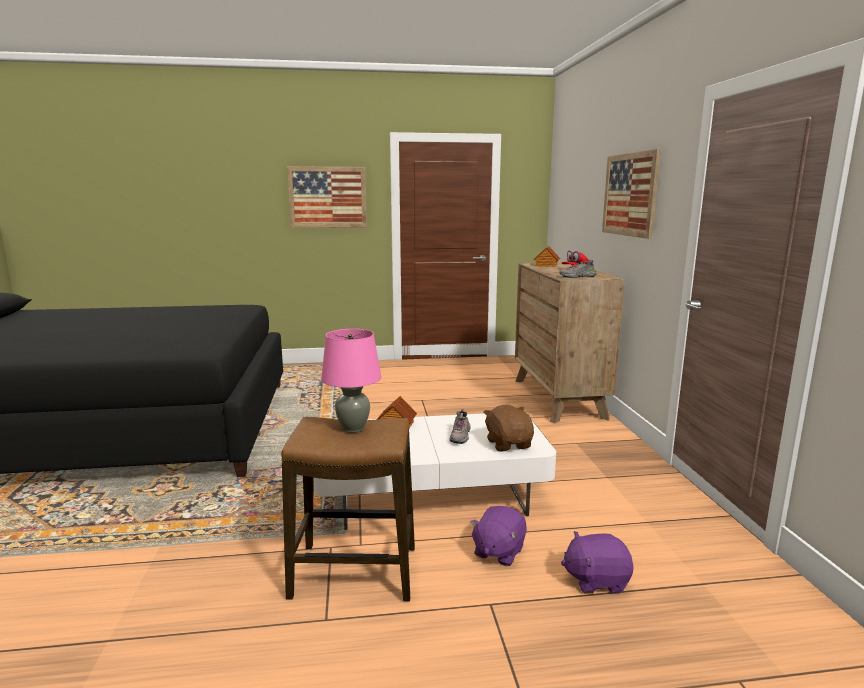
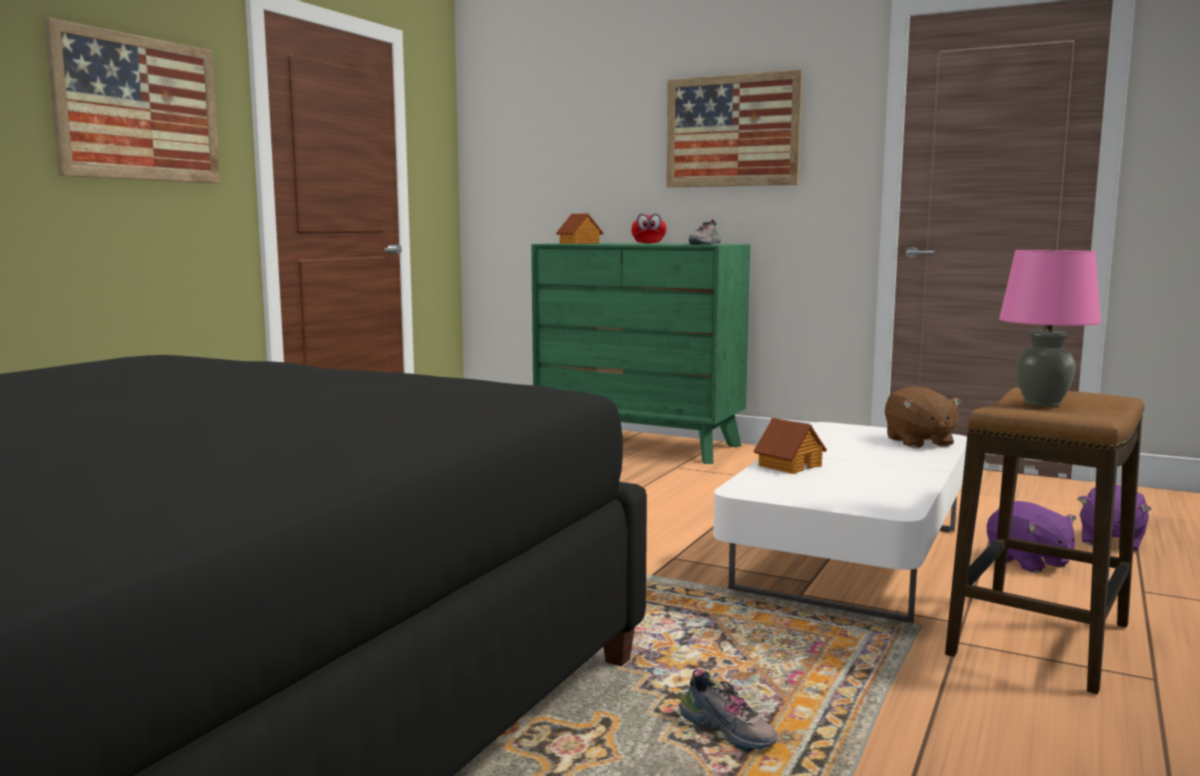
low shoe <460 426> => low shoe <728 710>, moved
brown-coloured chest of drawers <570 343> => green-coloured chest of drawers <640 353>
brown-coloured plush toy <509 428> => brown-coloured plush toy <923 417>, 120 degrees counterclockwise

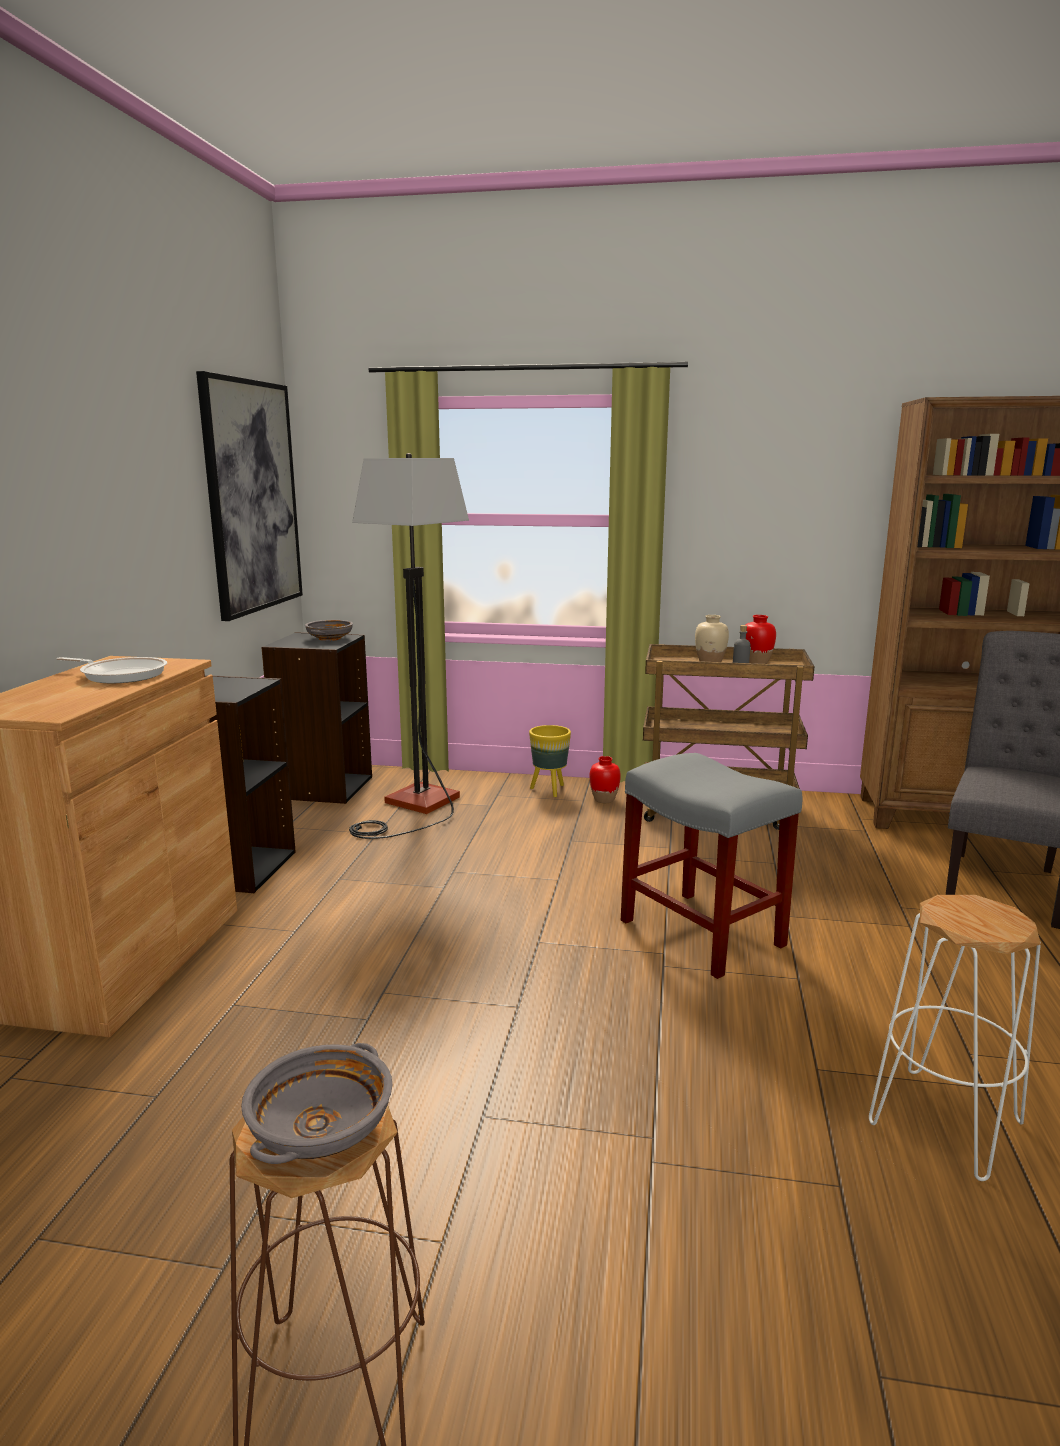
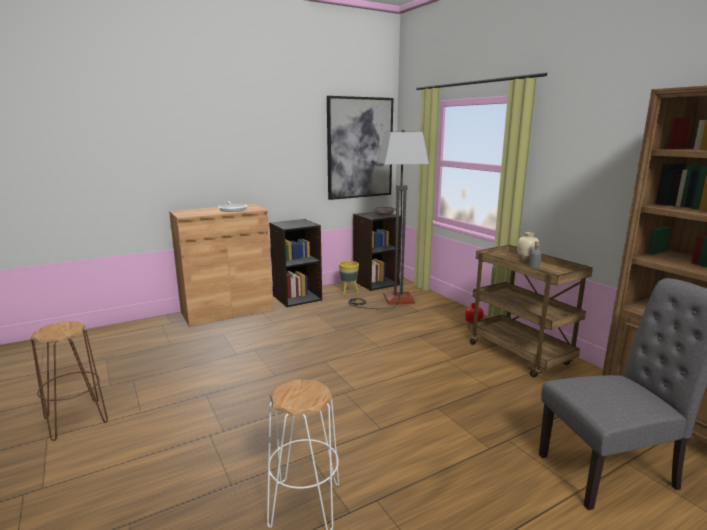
grey bowl <316 1103> => nothing
grey stool <711 866> => nothing
red flower vase <761 639> => nothing
yellow flower pot <550 761> => yellow flower pot <349 278>, moved

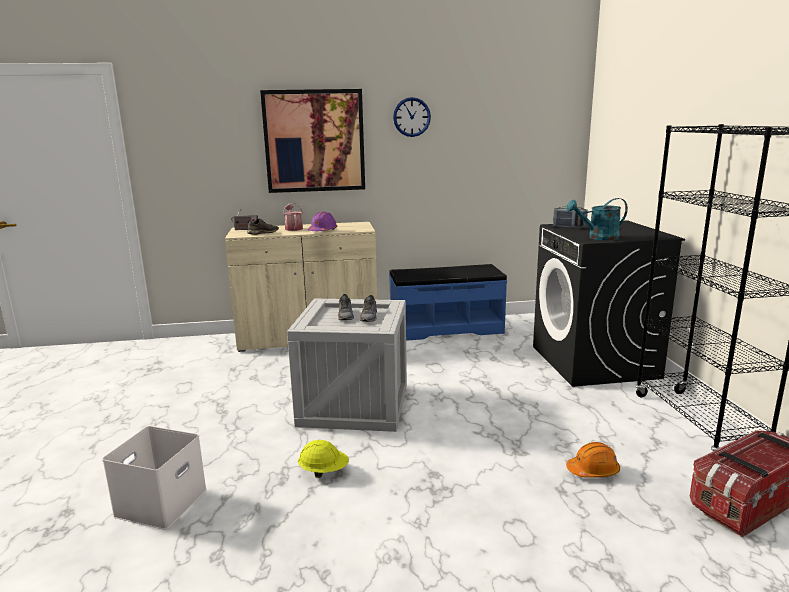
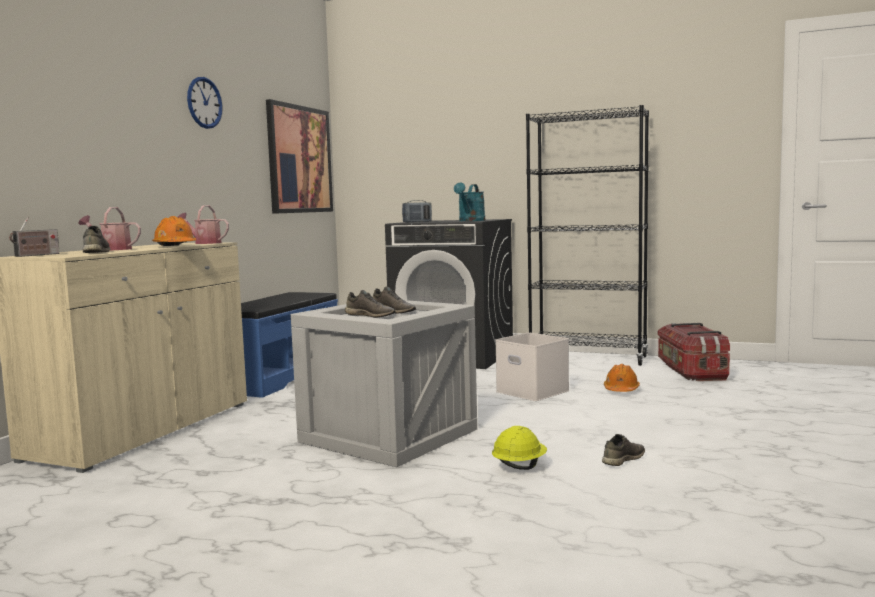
nothing => watering pot <203 224>
nothing => grey low shoe <623 450>
white storage container <154 478> => white storage container <532 367>, moved
picture <312 141> => picture <299 156>, moved
purple hard hat <323 221> => orange-coloured hard hat <174 231>

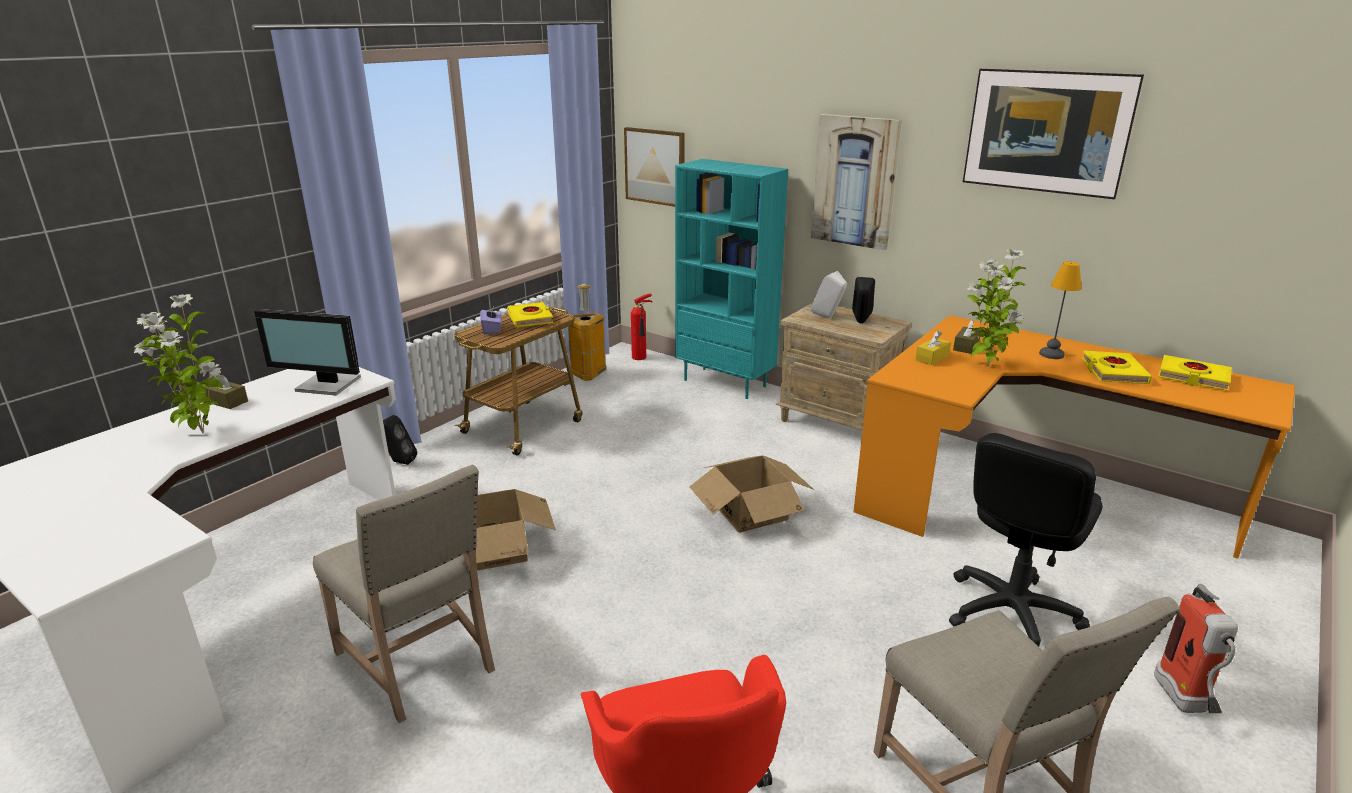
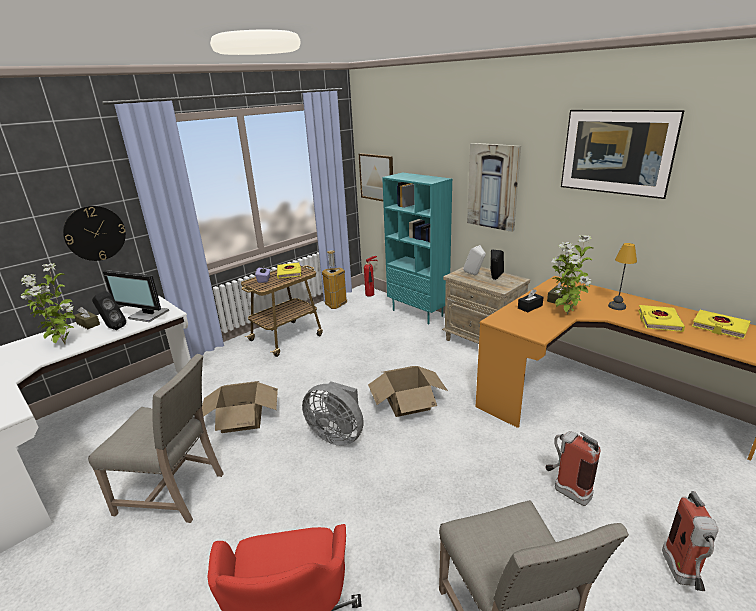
nothing => wall clock <94 233>
nothing => grey fan <333 414>
black-coloured audio speaker <400 440> => black-coloured audio speaker <109 310>, moved
black-coloured desk chair <1025 540> => fire extinguisher <572 468>
yellow box of tissues <933 348> => black-coloured box of tissues <530 300>
sand-coloured chair <404 594> => sand-coloured chair <156 438>, 45 degrees counterclockwise

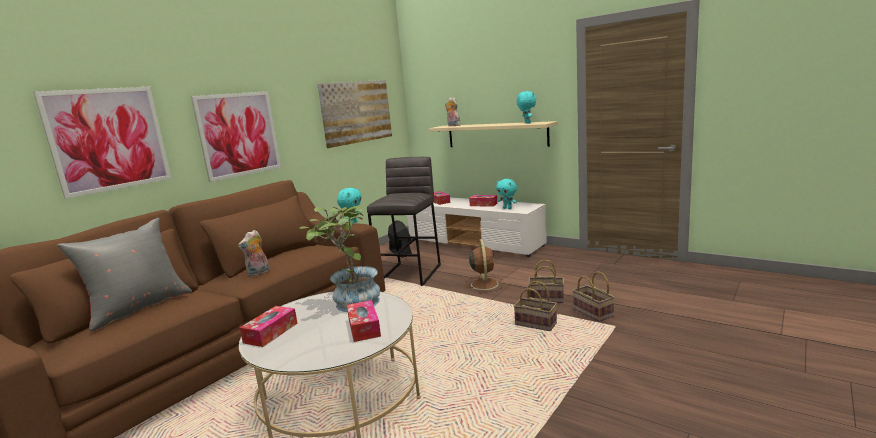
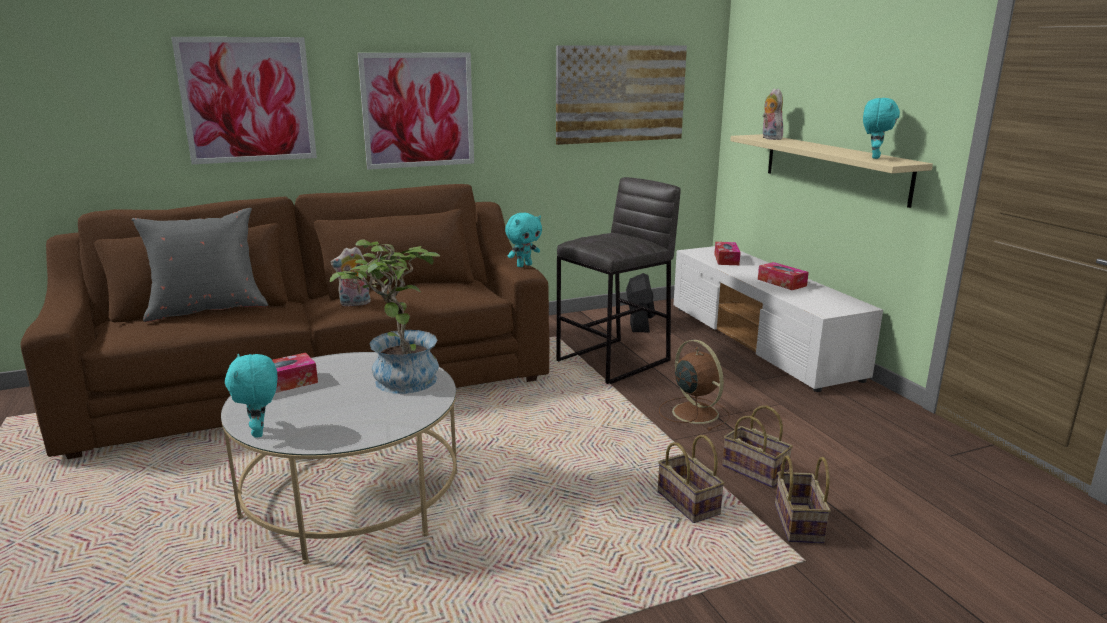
box of tissues <364 321> => nothing
turquoise-coloured plush toy <506 194> => turquoise-coloured plush toy <251 396>, moved
brown-coloured fan <484 266> => brown-coloured fan <694 385>, 60 degrees counterclockwise

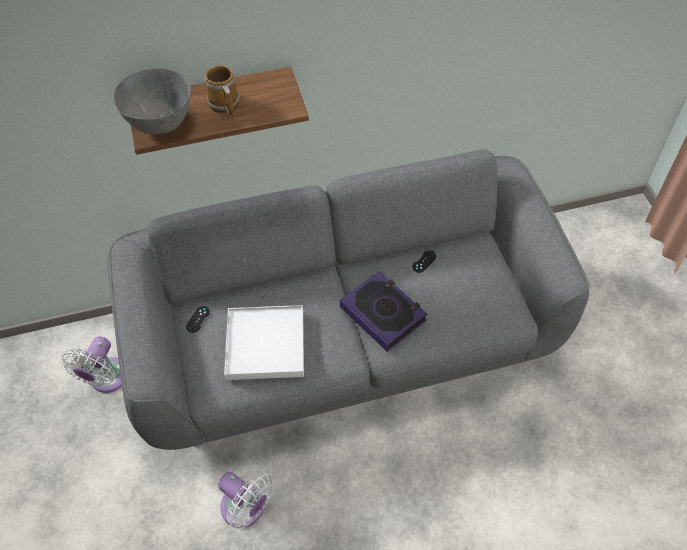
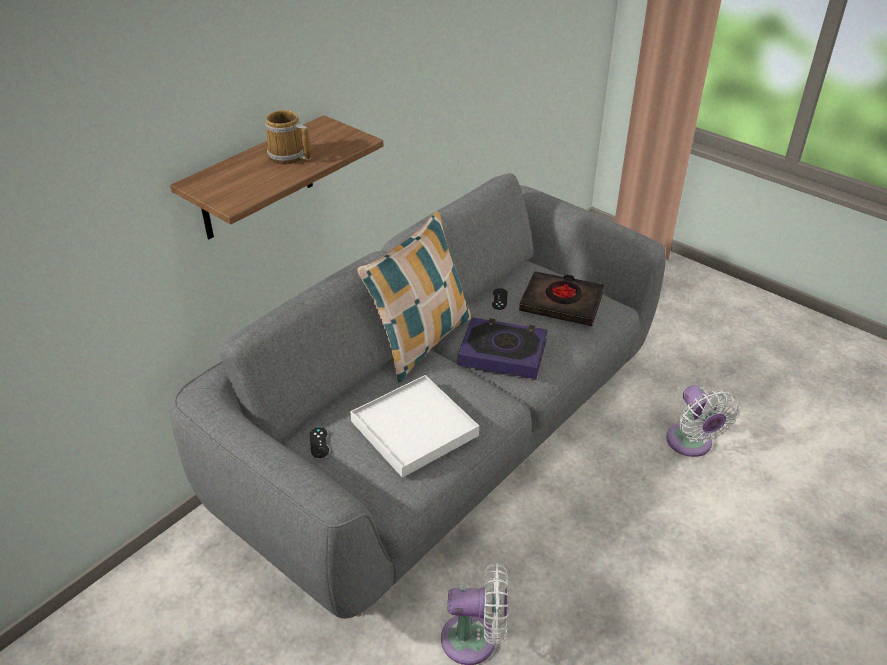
grey bowl <152 101> => nothing
nothing => cushion <414 296>
nothing => black-coloured book <562 298>
white fan <91 364> => white fan <703 421>, moved

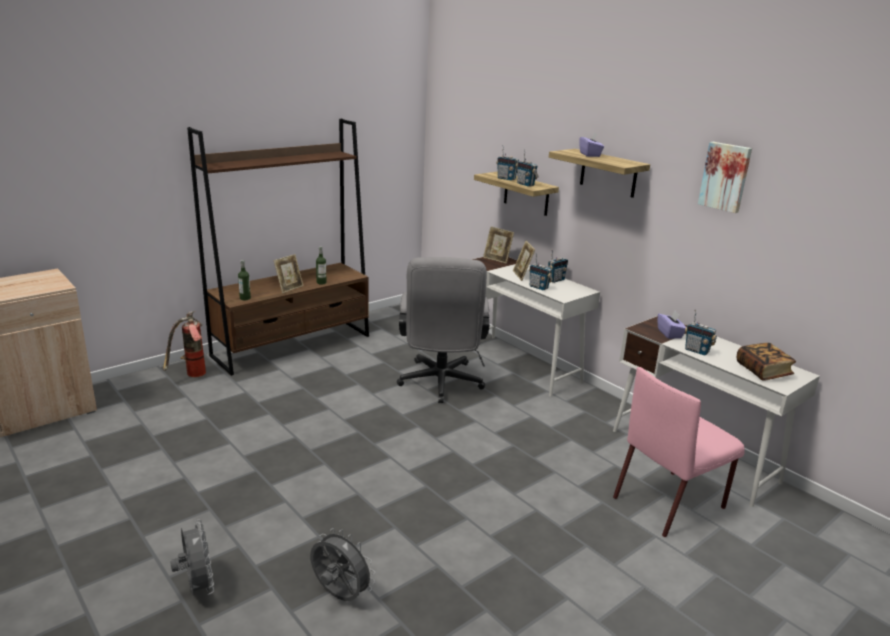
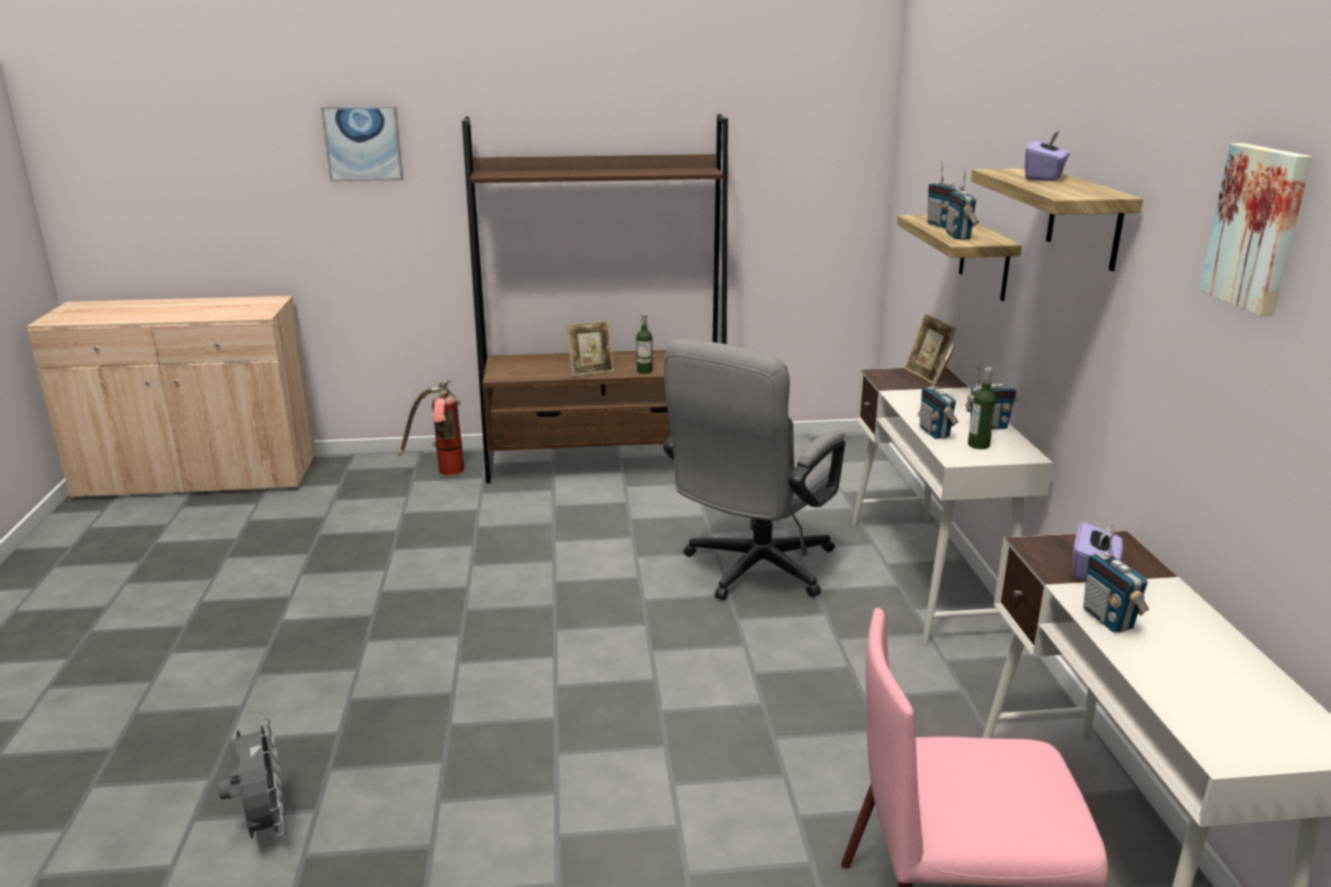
grey fan <192 557> => nothing
book <766 362> => nothing
nothing => picture <362 144>
drink bottle <244 280> => drink bottle <982 408>, moved

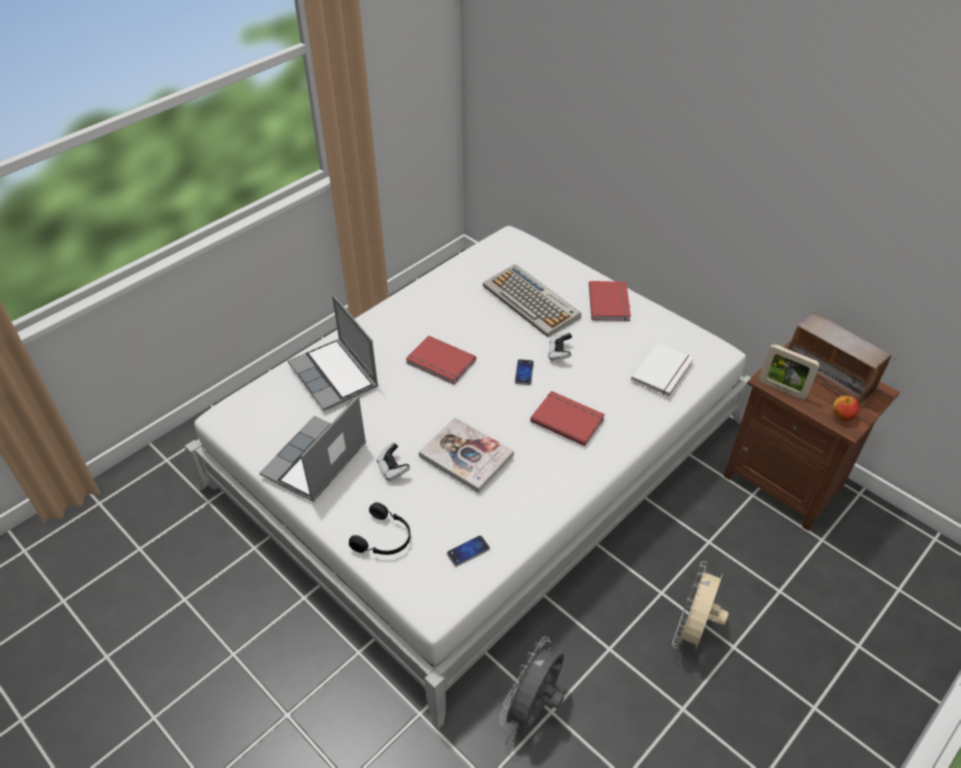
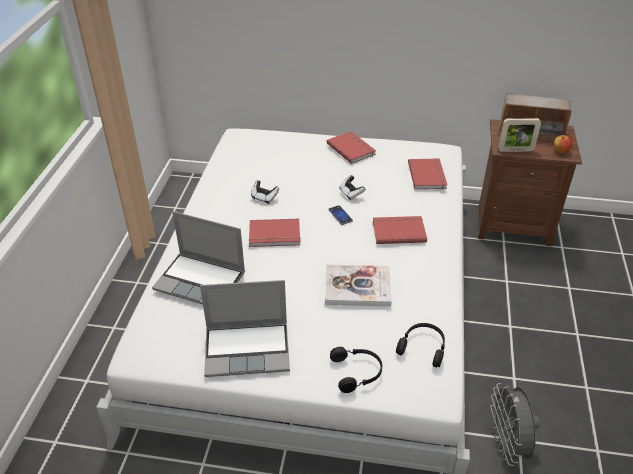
computer keyboard <532 300> => nothing
sand-coloured fan <700 605> => nothing
joypad <393 462> => joypad <265 192>, moved
handset <468 550> => black-coloured headphones <420 345>
white book <662 370> => red book <427 173>
laptop <313 448> => laptop <245 328>, 90 degrees counterclockwise

